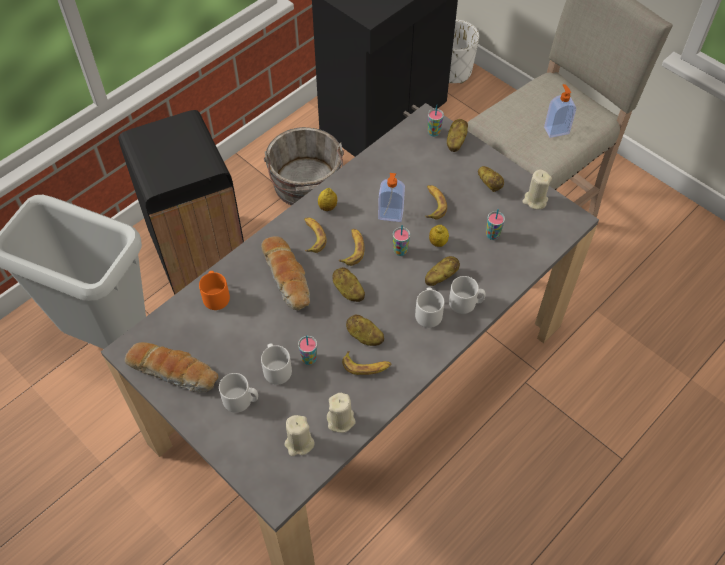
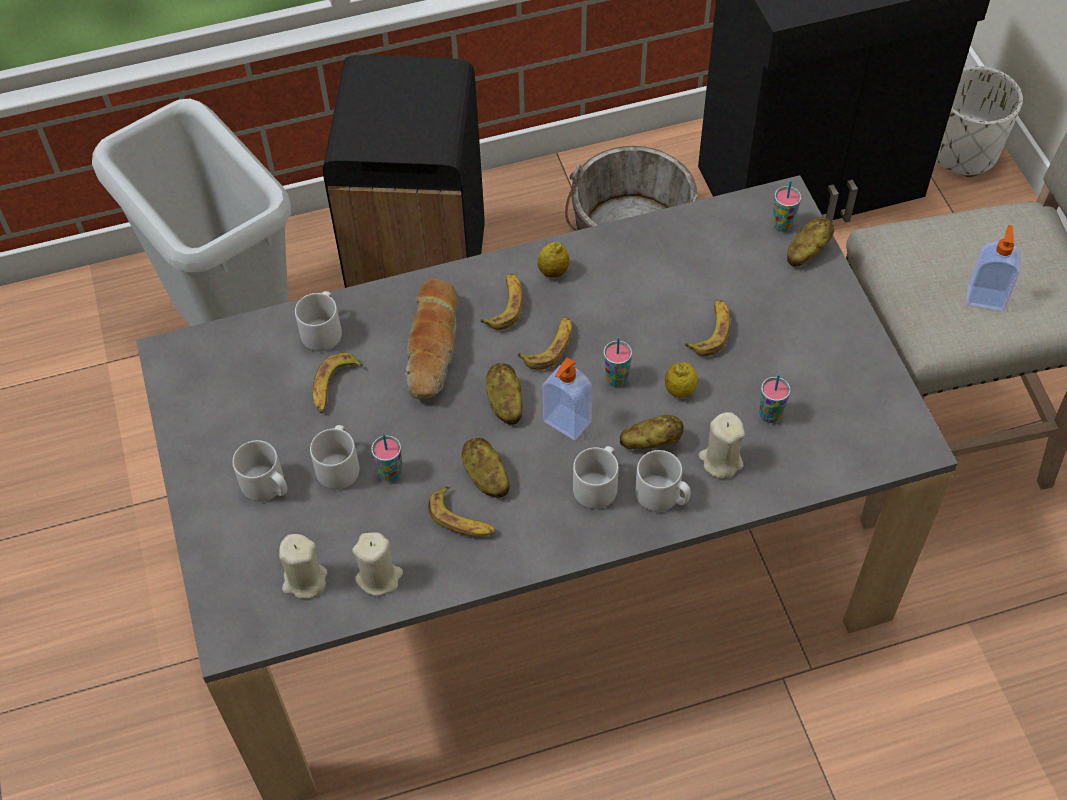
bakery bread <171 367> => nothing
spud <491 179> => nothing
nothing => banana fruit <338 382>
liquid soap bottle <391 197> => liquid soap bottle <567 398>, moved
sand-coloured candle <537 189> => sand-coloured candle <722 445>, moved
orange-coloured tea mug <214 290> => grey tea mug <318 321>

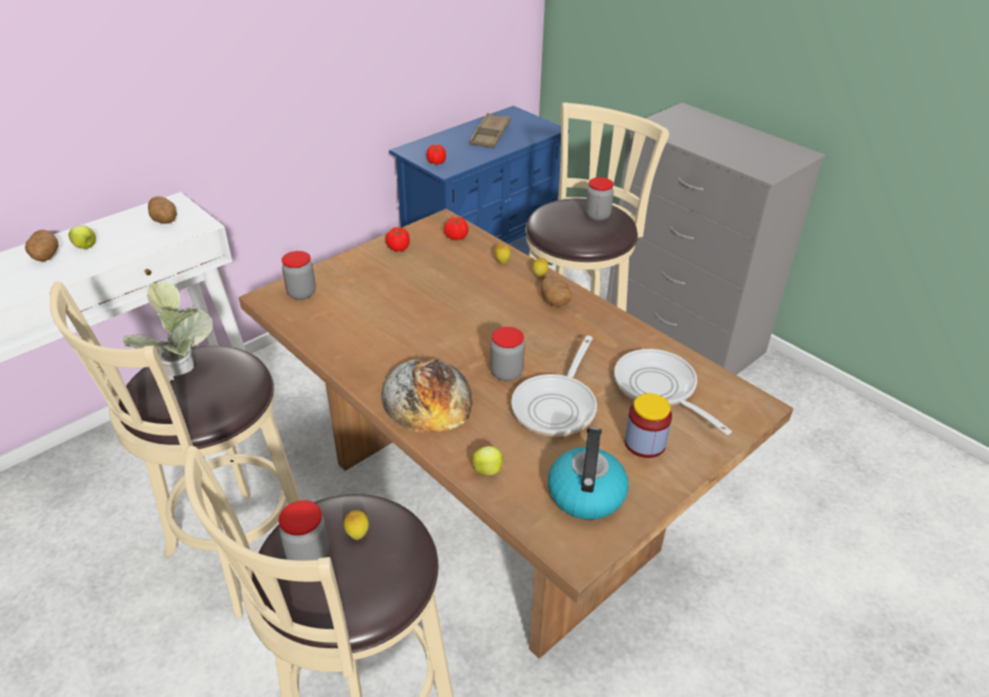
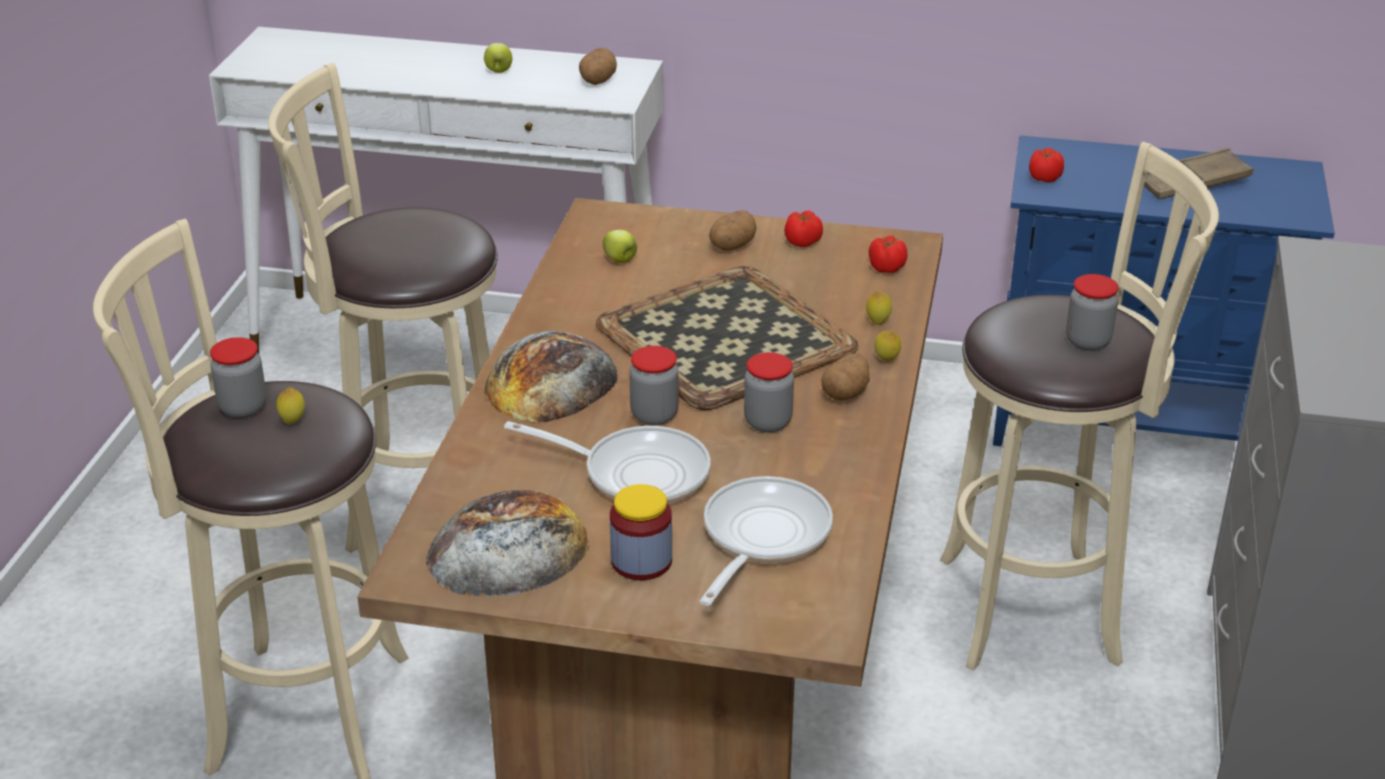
plant in a pot <168 332> => nothing
nothing => tray <727 338>
spud <42 245> => spud <733 230>, moved
storage jar <299 275> => storage jar <769 392>, moved
apple <489 461> => apple <620 246>, moved
tea kettle <588 473> => bakery bread <507 543>
frying pan <554 386> => frying pan <607 462>, 150 degrees counterclockwise

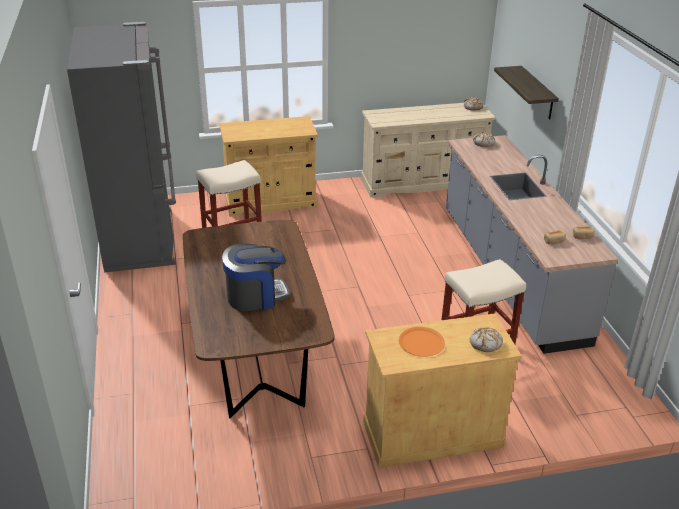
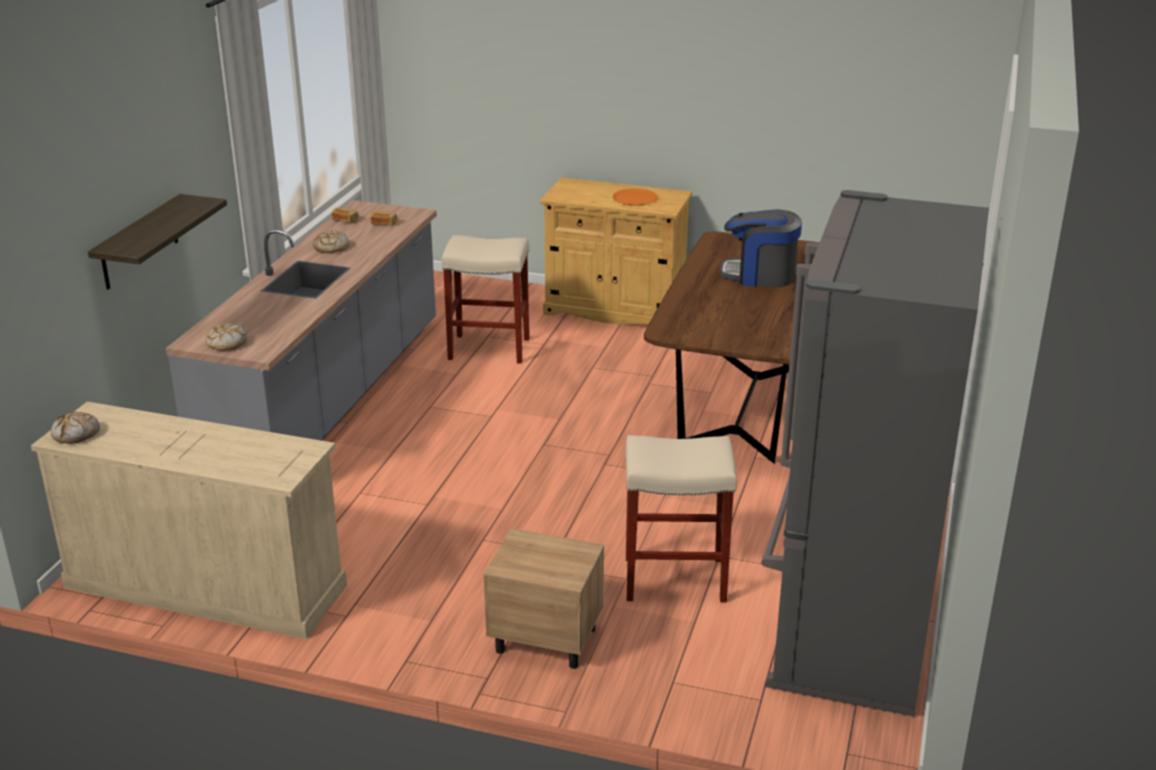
bakery bread <486 339> => bakery bread <331 241>, moved
sand-coloured cabinet <268 166> => sand-coloured bedside table <543 598>

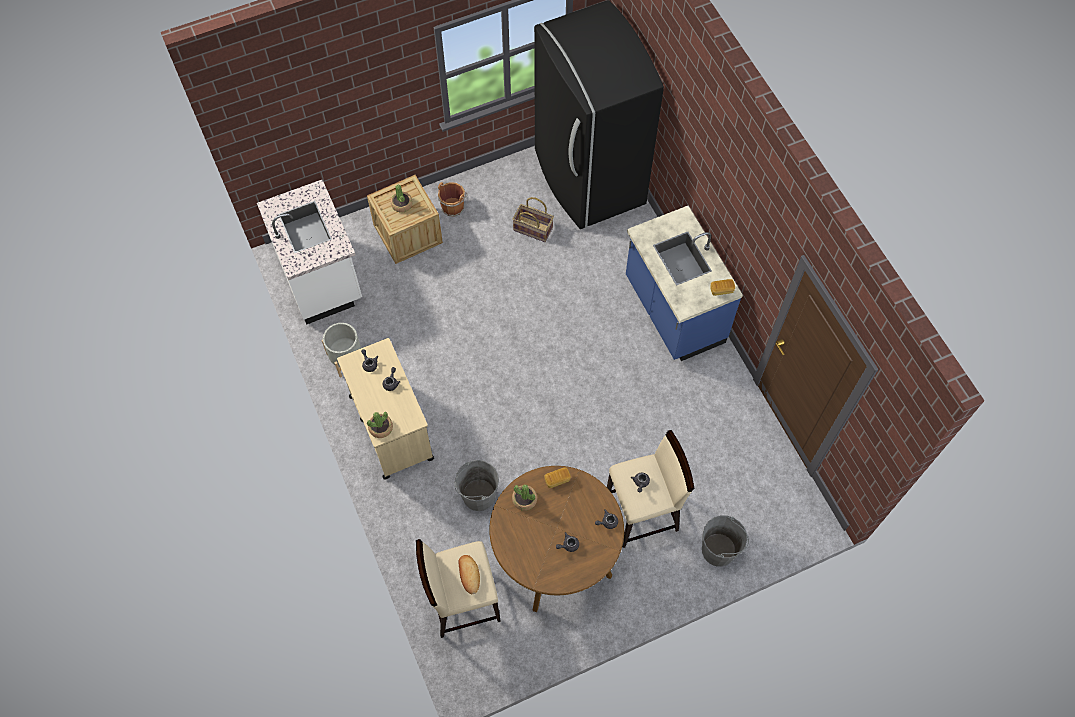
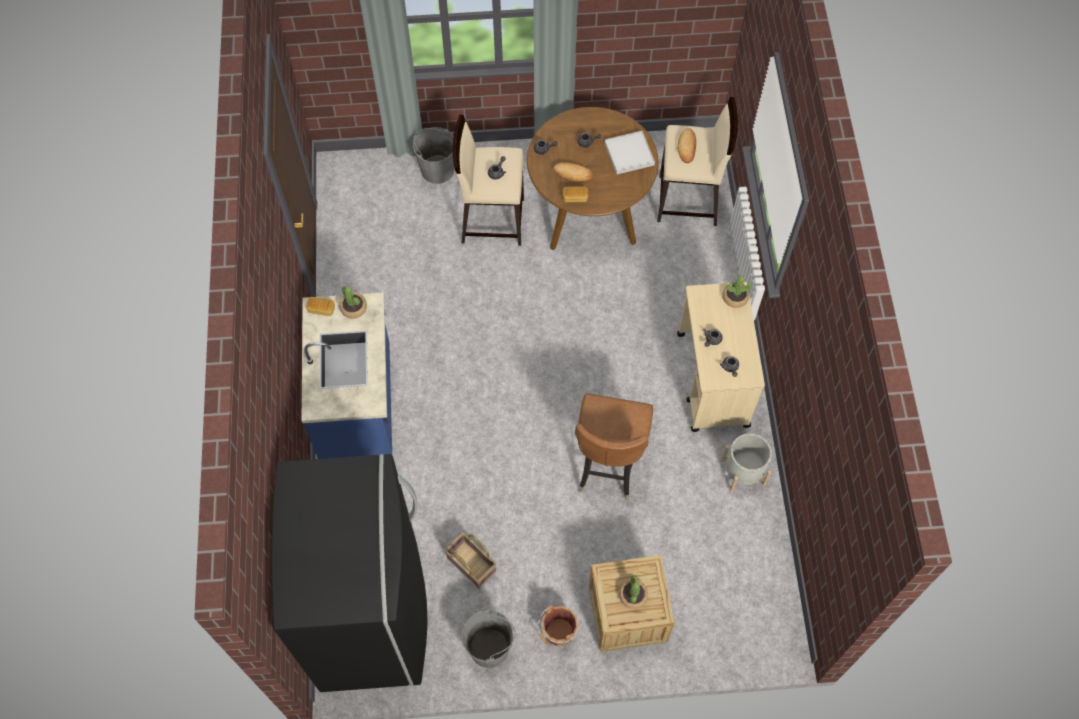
white kitchen base unit <309 252> => nothing
nothing => bakery bread <573 172>
nothing => brown-coloured chair <614 447>
nothing => white tray <630 152>
grey water bucket <476 485> => grey water bucket <488 638>, moved
plant in a pot <524 498> => plant in a pot <353 302>, moved

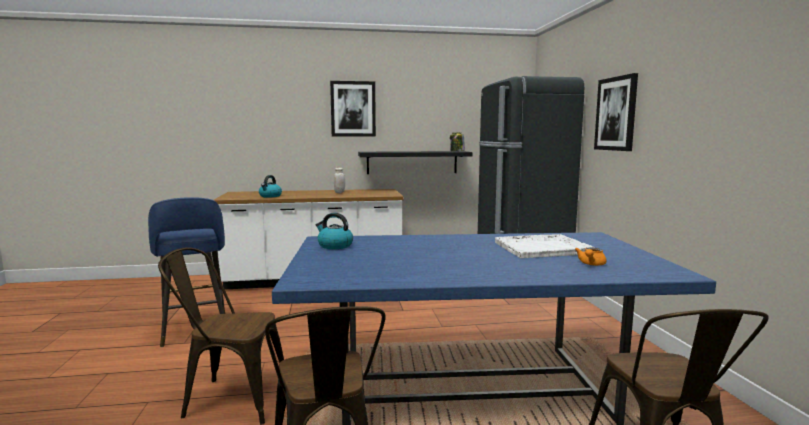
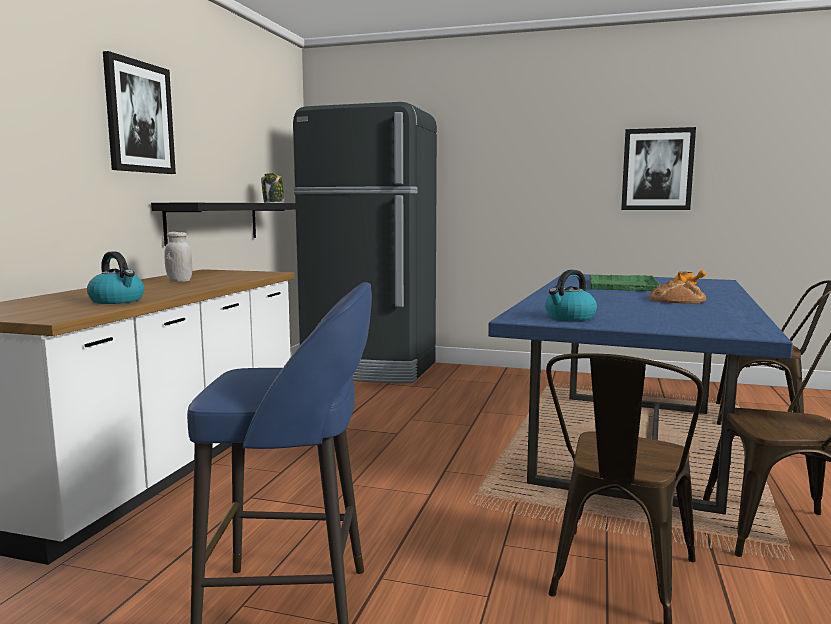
nothing => bakery bread <677 292>
picture <616 112> => picture <658 168>, moved
white tray <545 246> => green-coloured tray <625 283>

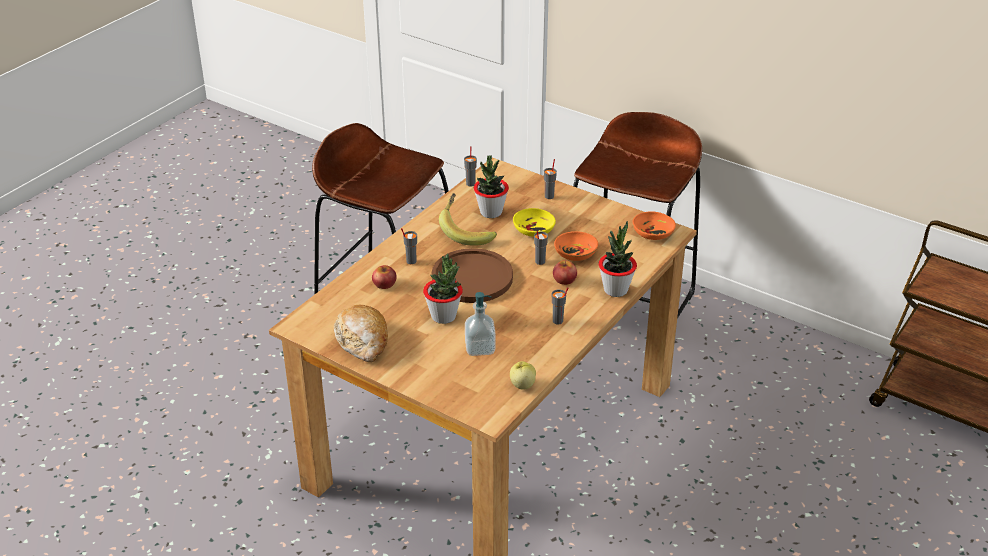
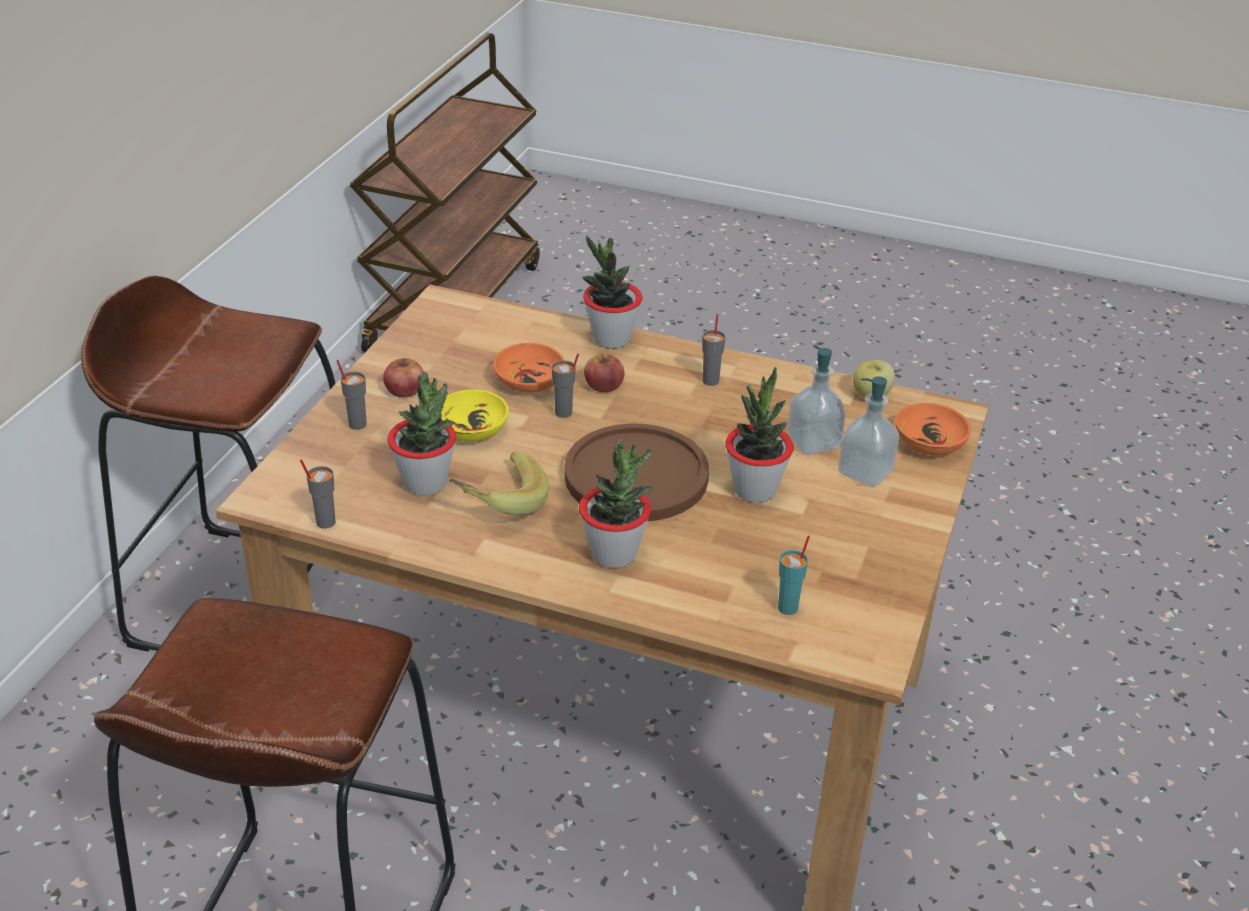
bakery bread <361 333> => nothing
nothing => turquoise-coloured small cup <794 575>
nothing => liquid soap bottle <868 431>
apple <384 277> => apple <403 378>, moved
orange-coloured bowl <654 225> => orange-coloured bowl <933 429>, moved
grey small cup <409 246> => plant in a pot <616 503>

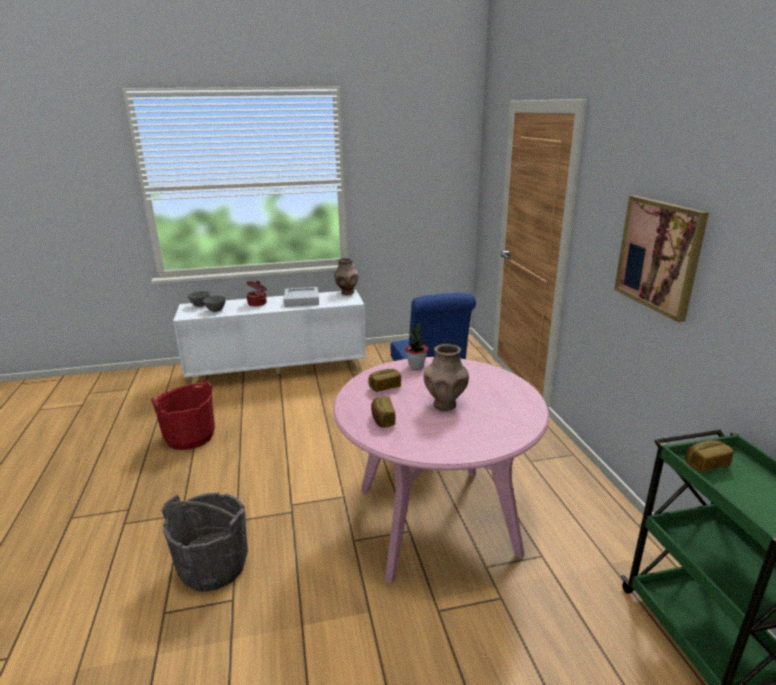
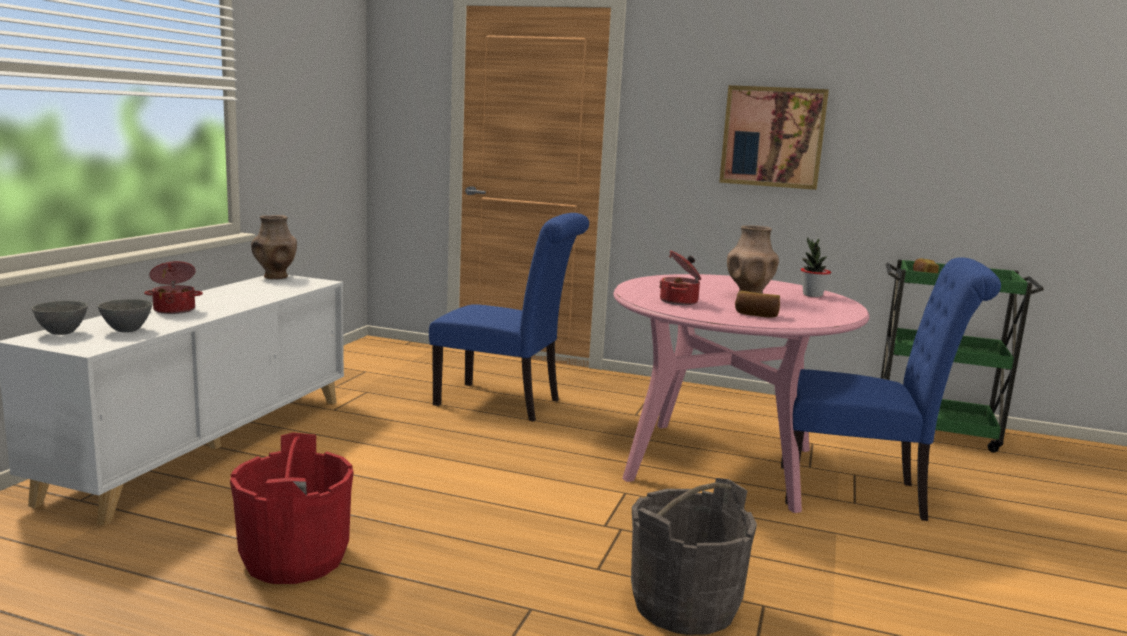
grey tray <301 297> => nothing
nothing => blue chair <891 389>
plant in a pot <416 345> => plant in a pot <816 267>, moved
bakery bread <384 380> => stockpot <680 277>

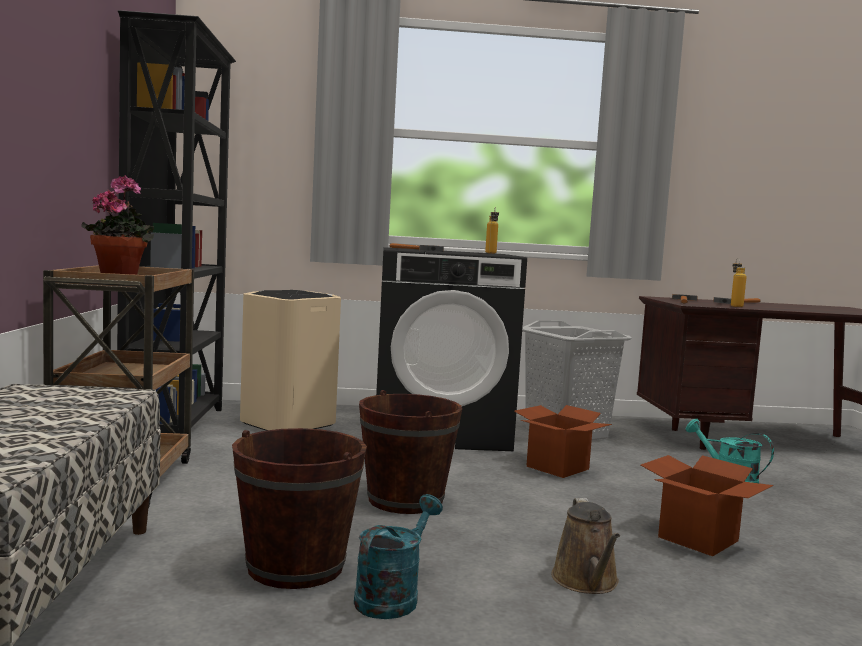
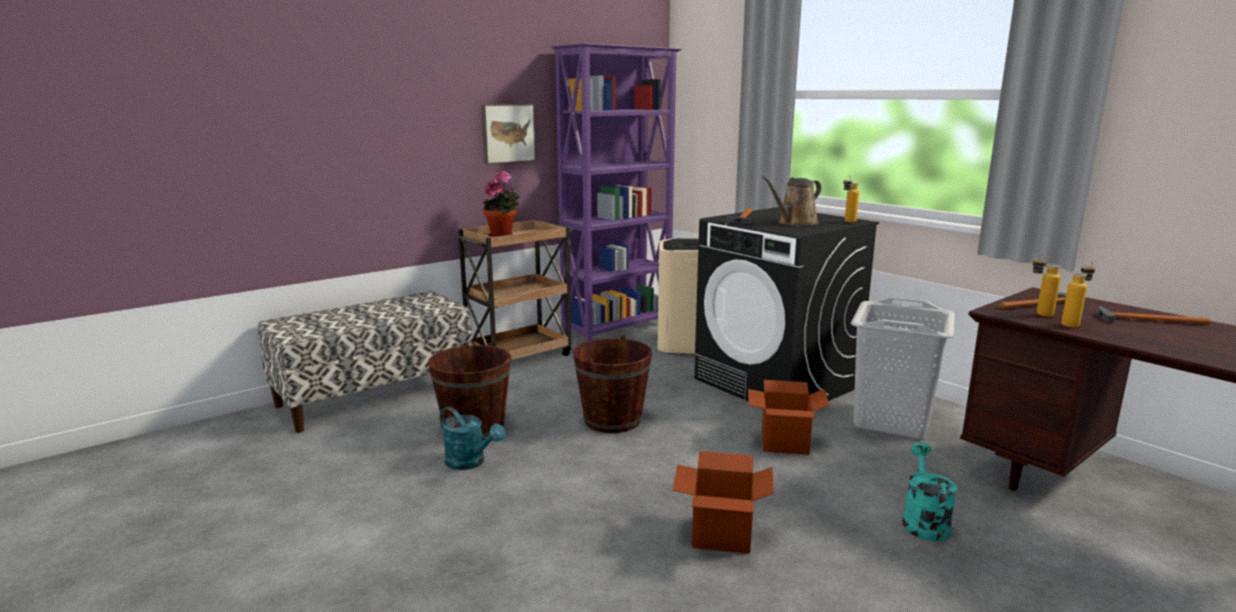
nothing => picture <508 134>
nothing => drink bottle <1046 285>
brown-coloured watering pot <585 546> => brown-coloured watering pot <791 201>, moved
black-coloured bookshelf <176 222> => purple bookshelf <616 192>
turquoise-coloured watering pot <398 556> => turquoise-coloured watering pot <472 438>, 45 degrees clockwise

